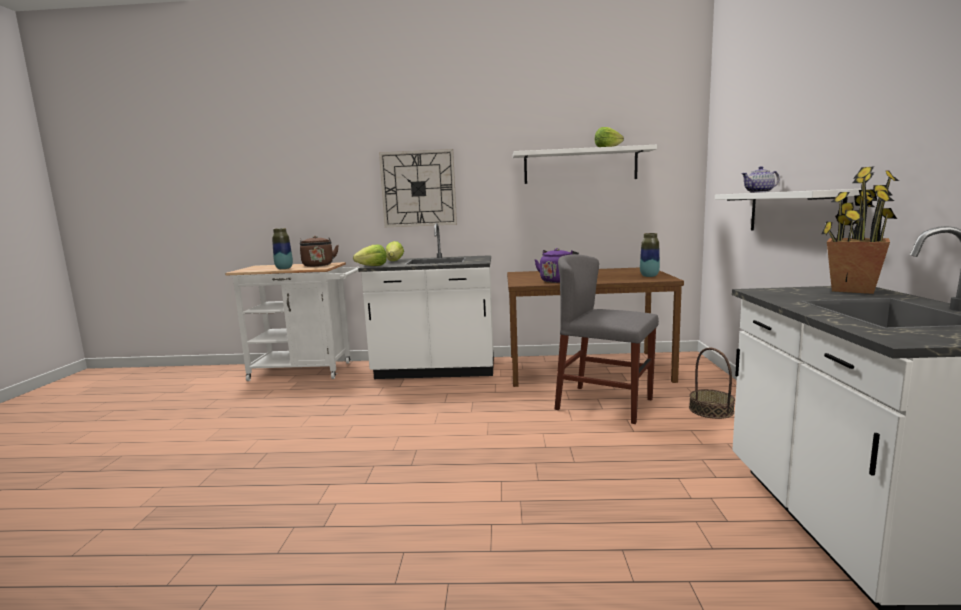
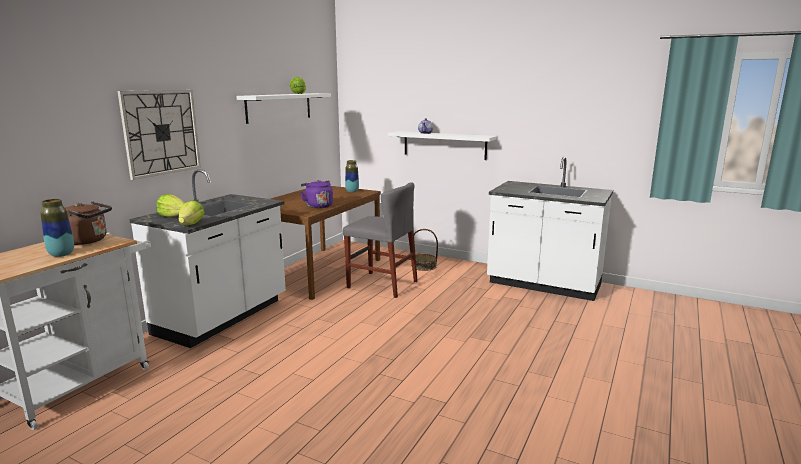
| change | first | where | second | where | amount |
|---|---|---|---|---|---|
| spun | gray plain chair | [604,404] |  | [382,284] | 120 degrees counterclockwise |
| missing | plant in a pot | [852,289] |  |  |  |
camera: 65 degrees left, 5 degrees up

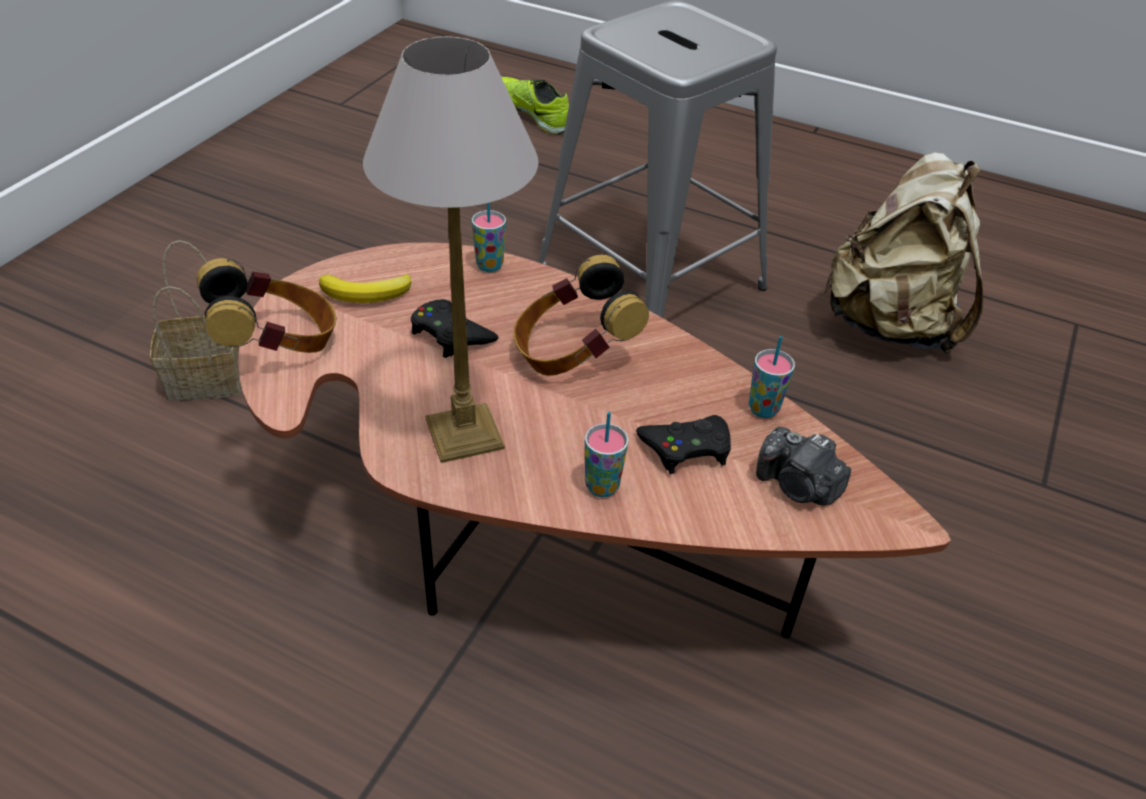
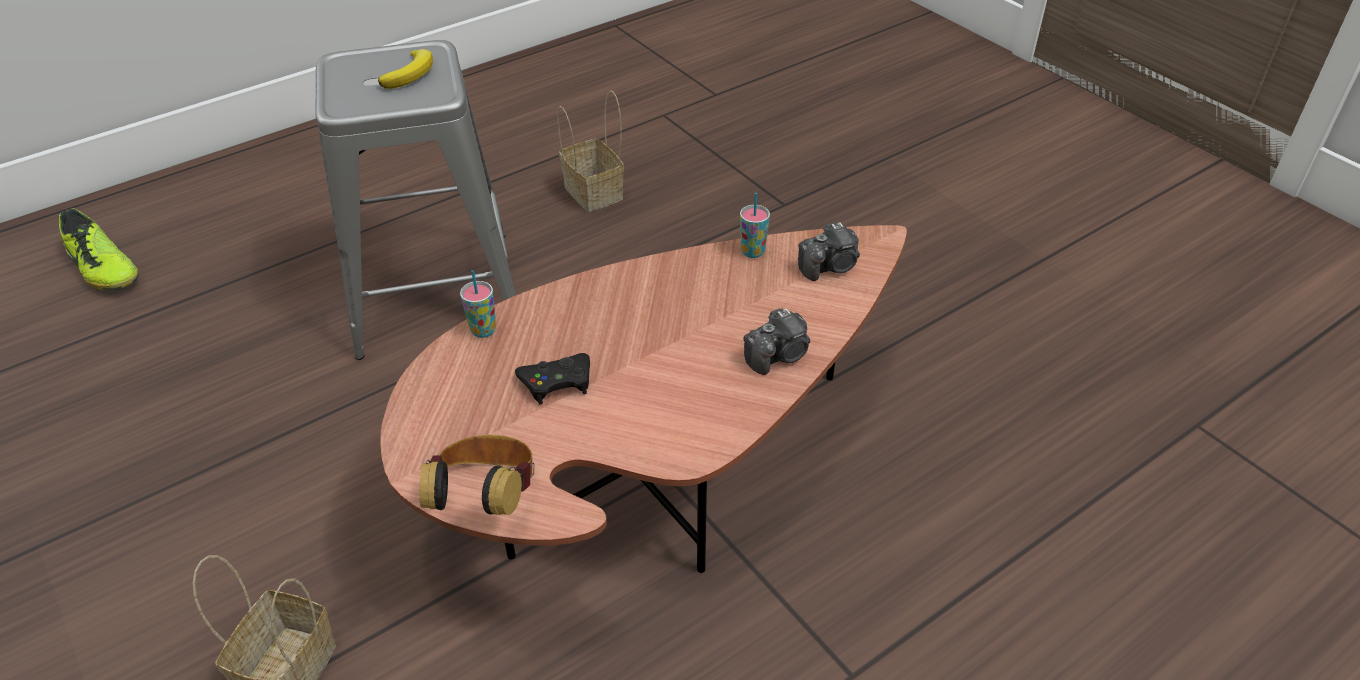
| change | first | where | second | where | amount |
|---|---|---|---|---|---|
| spun | low shoe | [531,113] |  | [103,269] | 120 degrees counterclockwise |
| relocated | banana fruit | [367,293] |  | [411,73] |  |
| exchanged | sand-coloured knapsack | [890,324] | basket | [595,193] |  |
| exchanged | cup | [602,486] | still camera | [779,355] |  |
| missing | table lamp | [466,434] |  |  |  |
| missing | headphones | [572,354] |  |  |  |
| missing | black-coloured gamepad | [686,448] |  |  |  |
camera: 60 degrees left, 0 degrees up

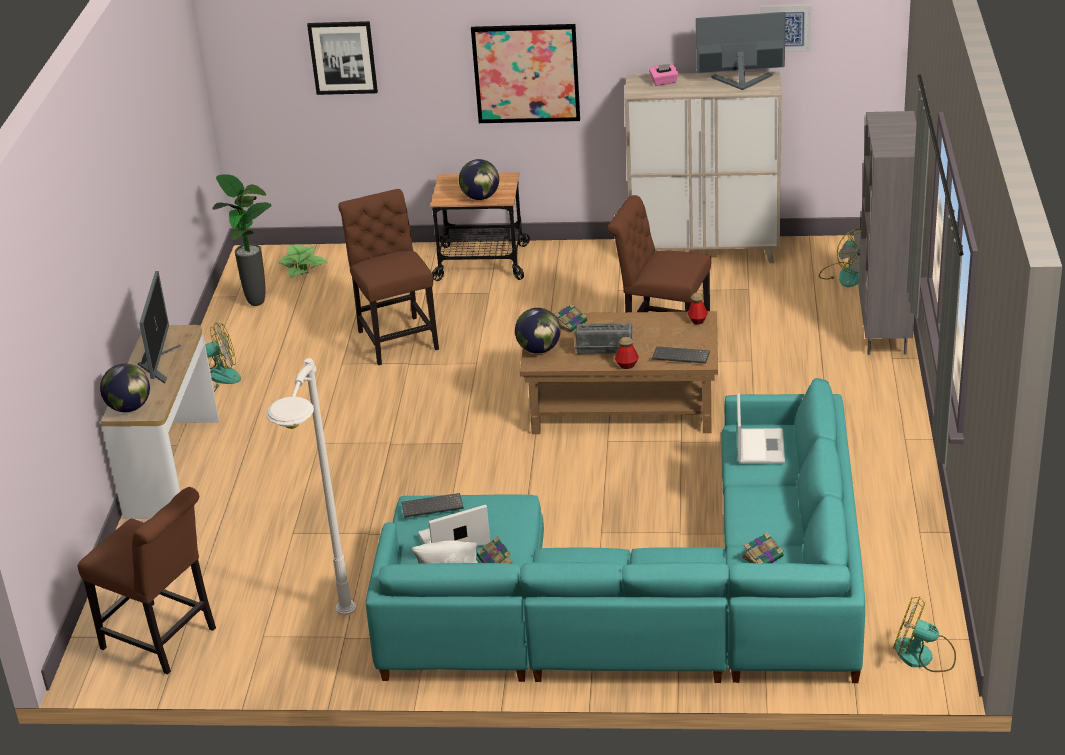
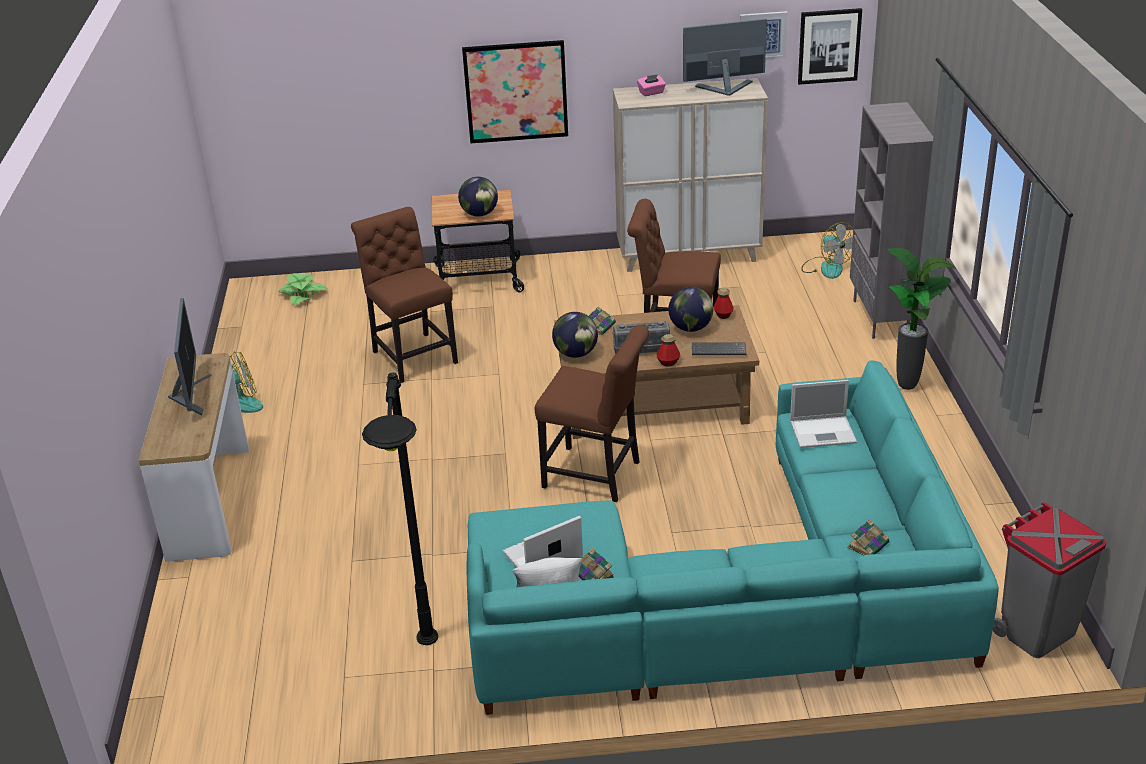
| change | first | where | second | where | amount |
|---|---|---|---|---|---|
| colour | white standing lamp | [335,652] | black-coloured standing lamp | [427,687] |  |
| relocated | brownish plain chair | [163,640] |  | [596,476] |  |
| relocated | desk globe | [129,408] |  | [690,328] |  |
| spun | laptop | [760,446] |  | [824,432] | 90 degrees clockwise |
| relocated | picture | [343,57] |  | [829,46] |  |
| relocated | plant in a pot | [256,302] |  | [906,386] |  |
| exchanged | fan | [923,656] | gray rubbish bin | [1036,631] |  |
| missing | PC keyboard | [431,508] |  |  |  |
camera: 10 degrees left, 0 degrees up

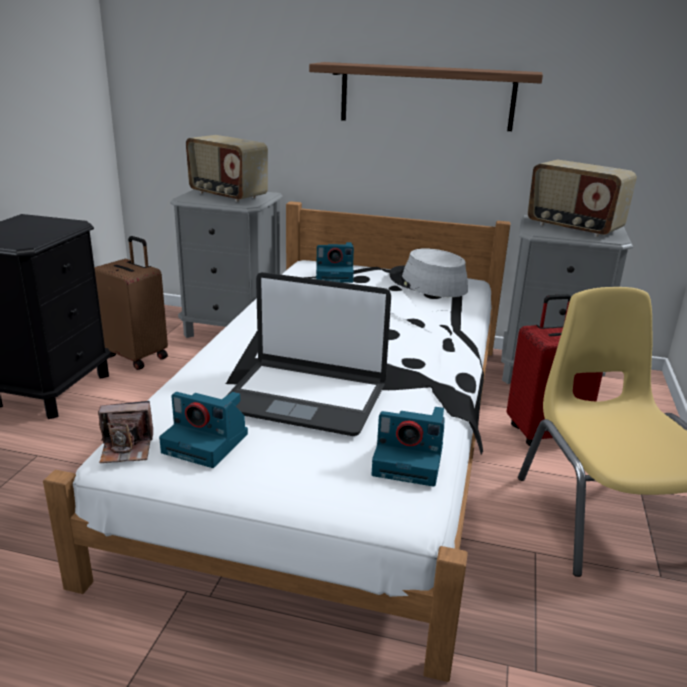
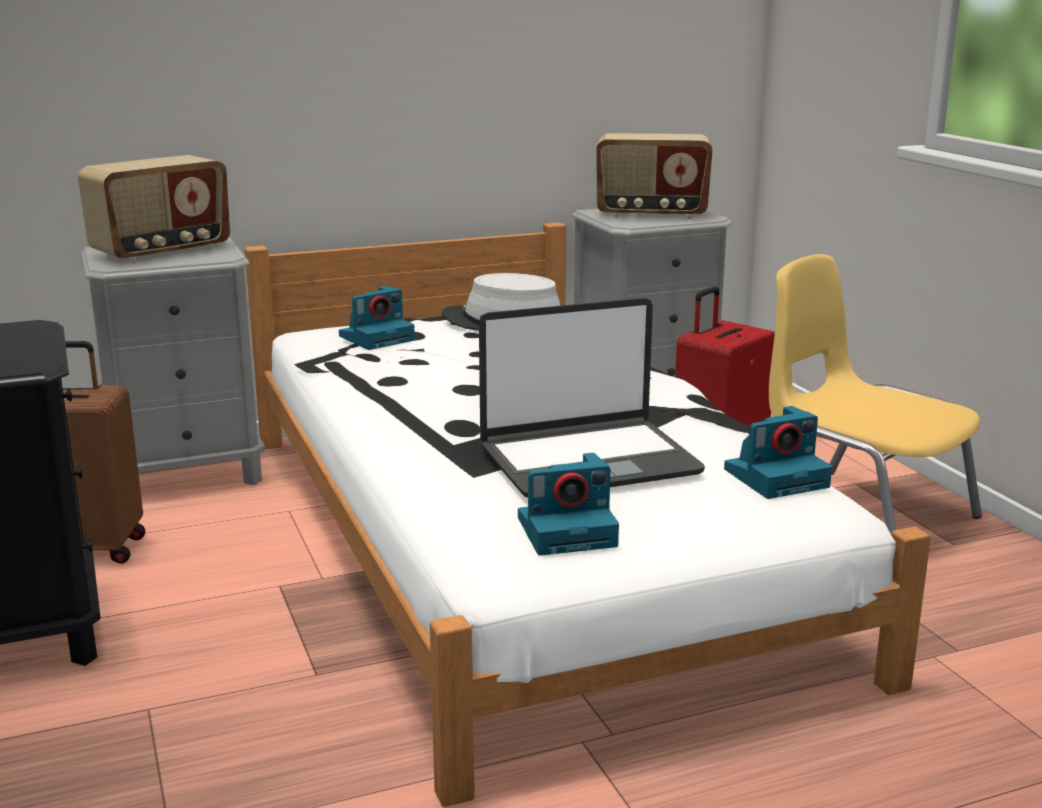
| change | first | where | second | where | amount |
|---|---|---|---|---|---|
| spun | radio set | [227,195] |  | [162,252] | 45 degrees counterclockwise |
| missing | still camera | [127,448] |  |  |  |
| missing | bracket shelf | [426,96] |  |  |  |
camera: 35 degrees left, 5 degrees down

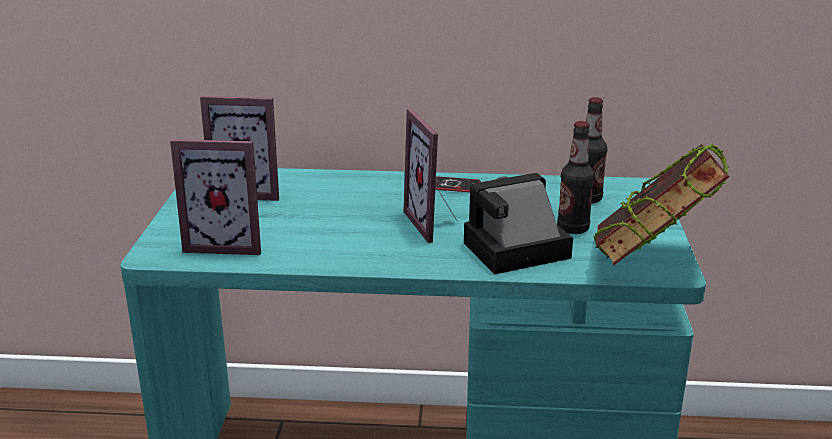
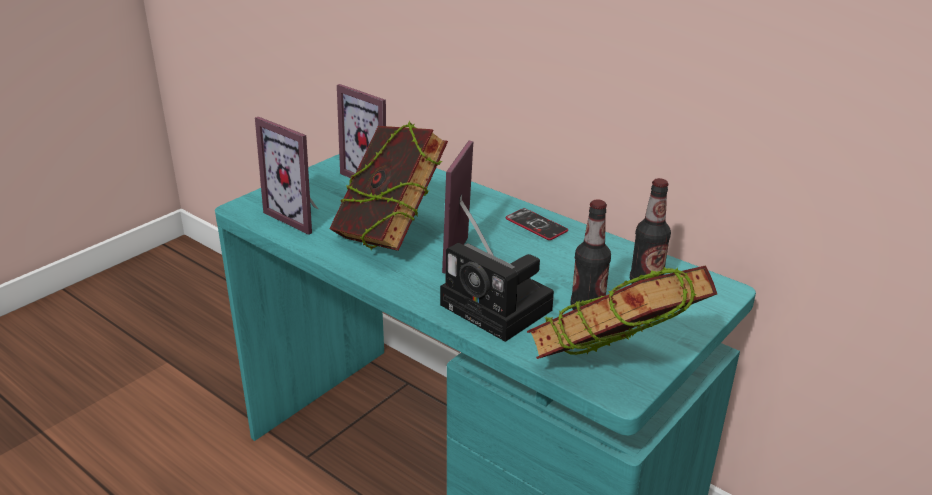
| change | first | where | second | where | amount |
|---|---|---|---|---|---|
| appeared |  |  | book | [389,237] |  |
| spun | still camera | [513,252] |  | [500,309] | 150 degrees counterclockwise |
camera: 35 degrees right, 5 degrees up

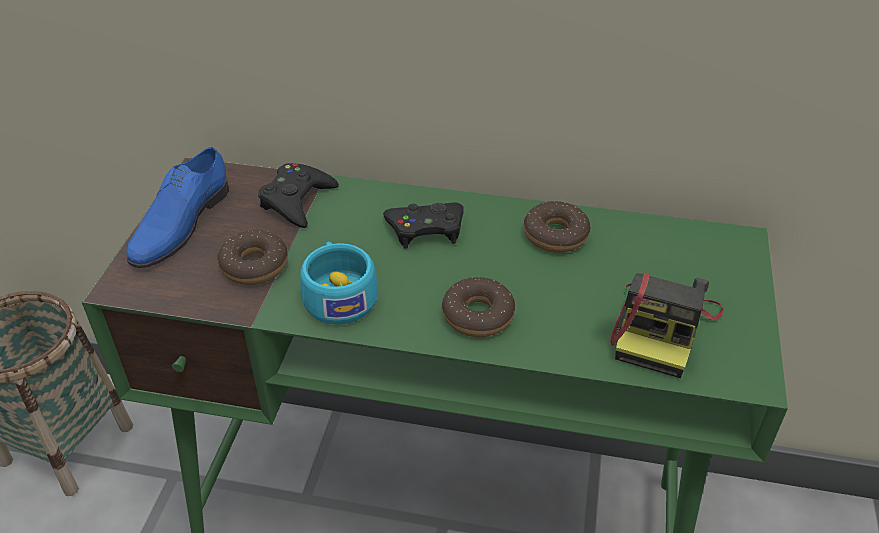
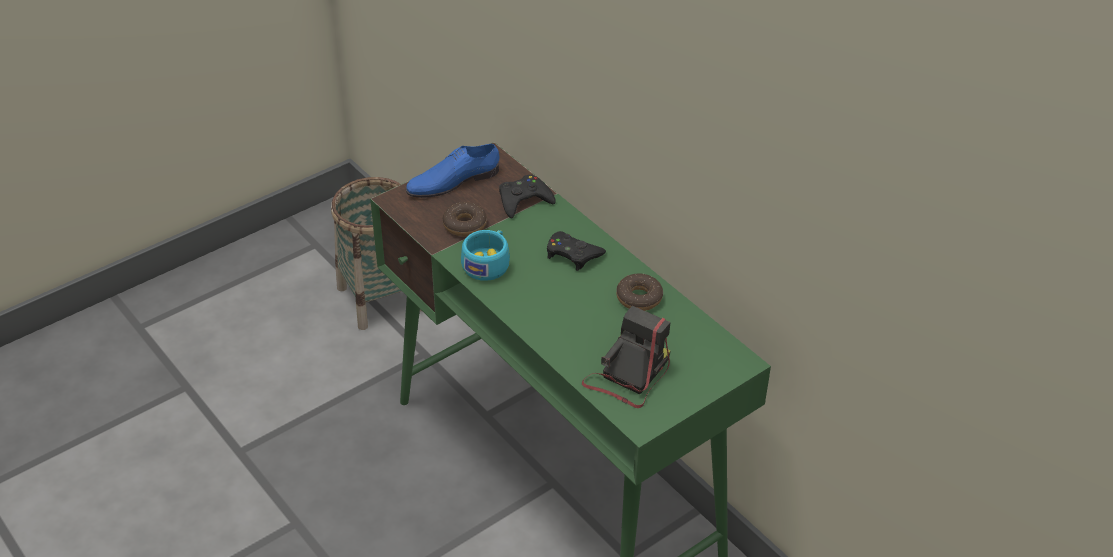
| change | first | where | second | where | amount |
|---|---|---|---|---|---|
| spun | still camera | [662,328] |  | [629,376] | 150 degrees clockwise |
| missing | doughnut | [478,315] |  |  |  |
camera: 40 degrees right, 0 degrees up

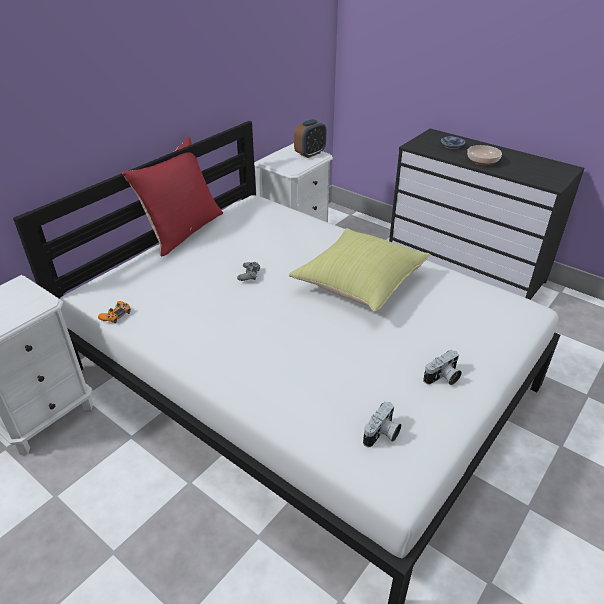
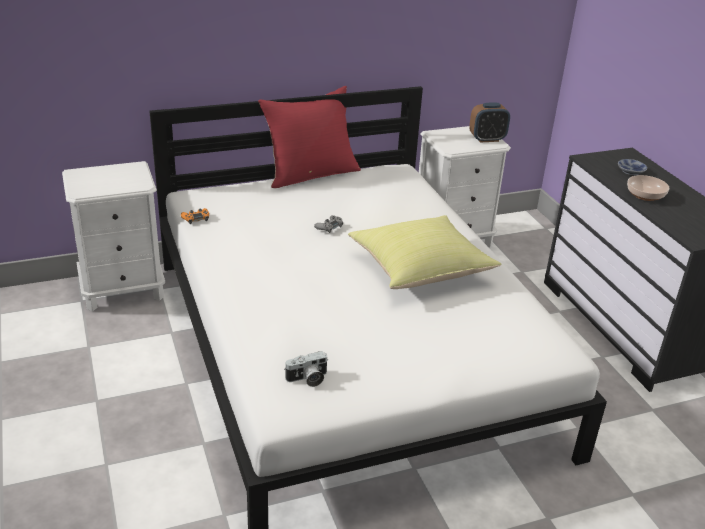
| change | first | where | second | where | amount |
|---|---|---|---|---|---|
| missing | still camera | [443,378] |  |  |  |
camera: 30 degrees right, 5 degrees down

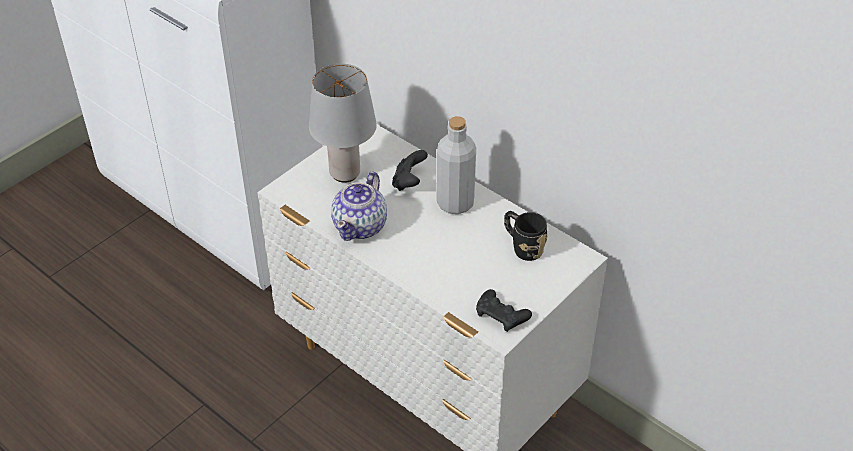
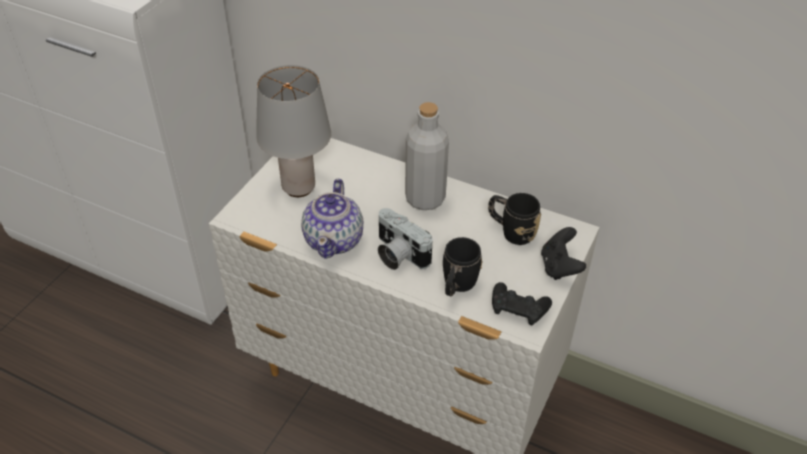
| change | first | where | second | where | amount |
|---|---|---|---|---|---|
| appeared |  |  | still camera | [398,254] |  |
| appeared |  |  | black-coloured mug | [457,286] |  |
| relocated | black-coloured gamepad | [409,182] |  | [559,267] |  |
camera: 15 degrees left, 0 degrees up

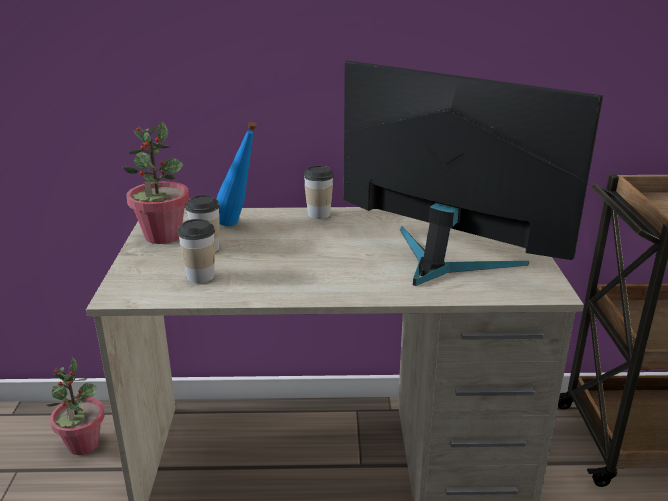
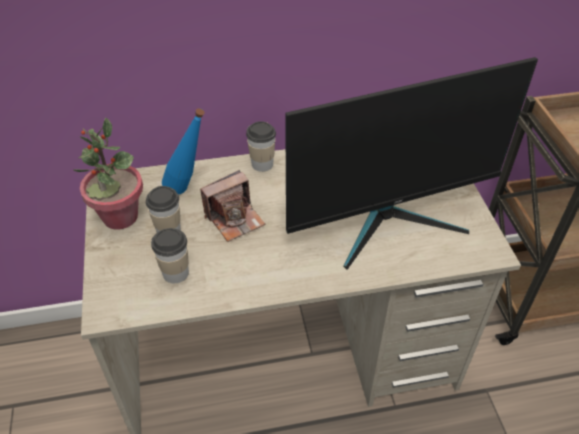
| change | first | where | second | where | amount |
|---|---|---|---|---|---|
| appeared |  |  | still camera | [234,218] |  |
| spun | computer screen | [441,261] |  | [390,221] | 135 degrees clockwise |
| missing | plant in a pot | [83,444] |  |  |  |
camera: 10 degrees left, 20 degrees up

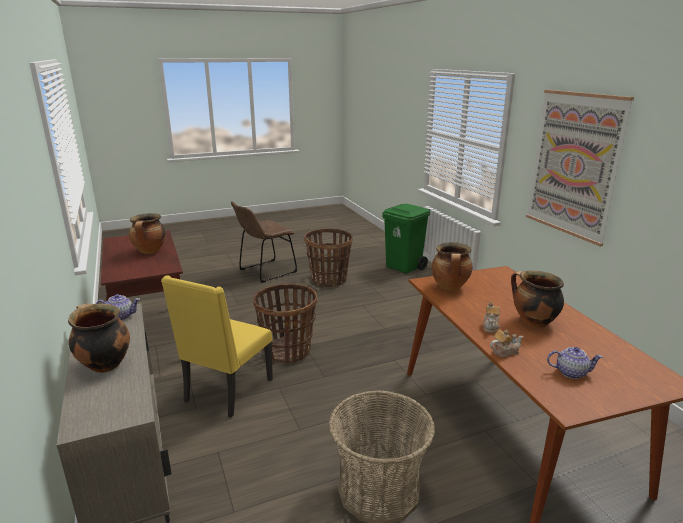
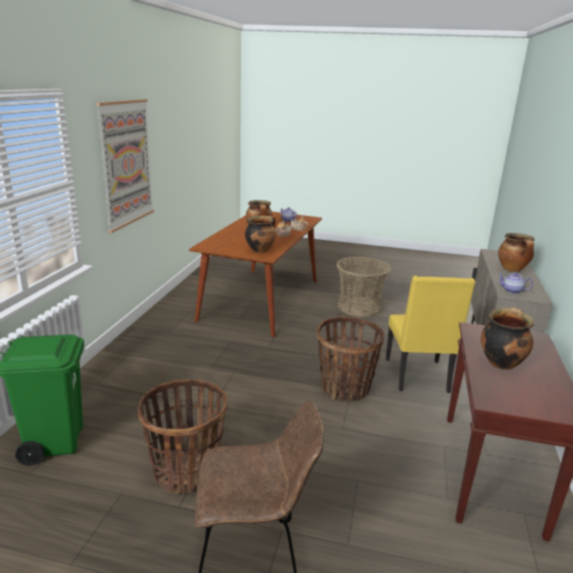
| change | first | where | second | where | amount |
|---|---|---|---|---|---|
| spun | yellow-coloured plain chair | [227,391] |  | [418,376] | 120 degrees clockwise |
camera: 145 degrees left, 0 degrees up

